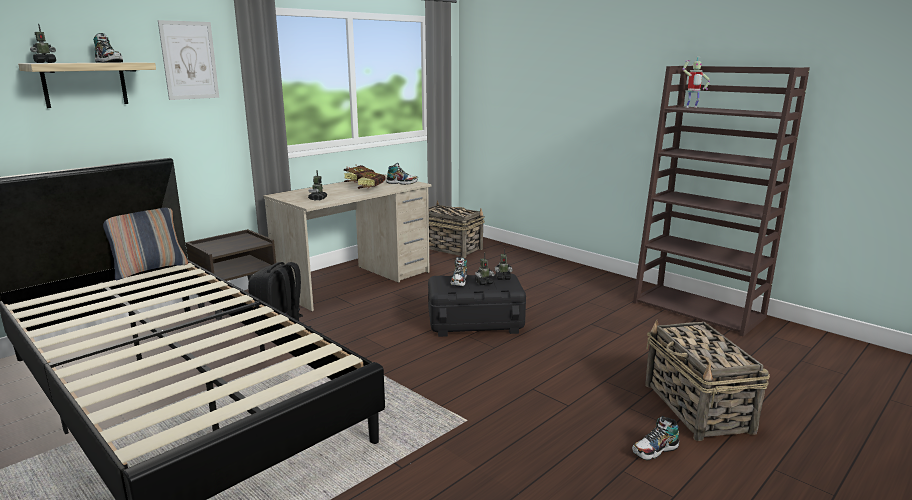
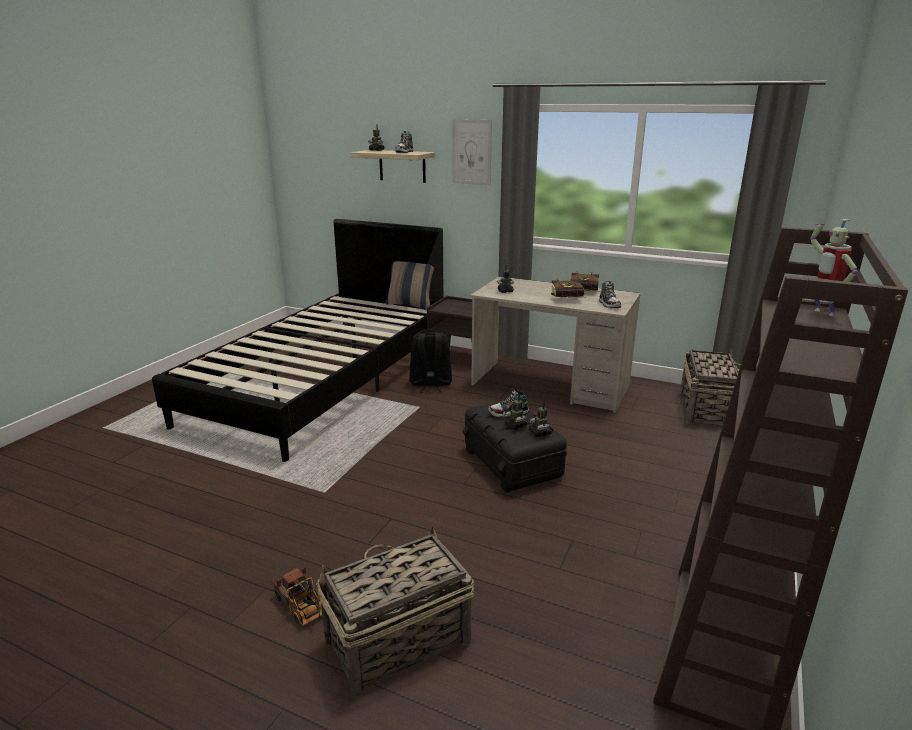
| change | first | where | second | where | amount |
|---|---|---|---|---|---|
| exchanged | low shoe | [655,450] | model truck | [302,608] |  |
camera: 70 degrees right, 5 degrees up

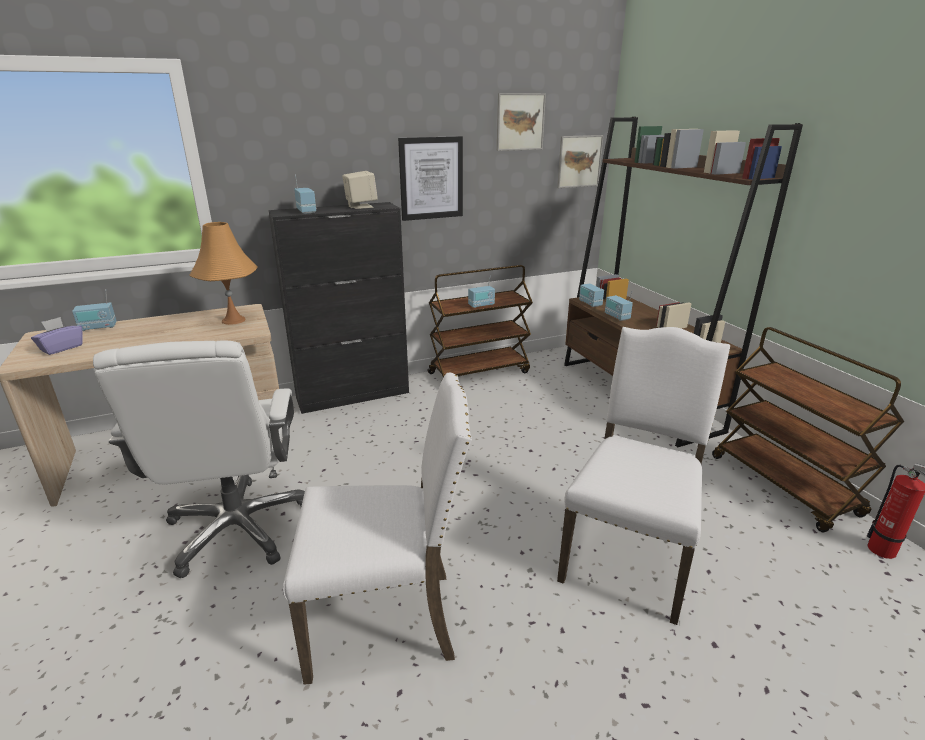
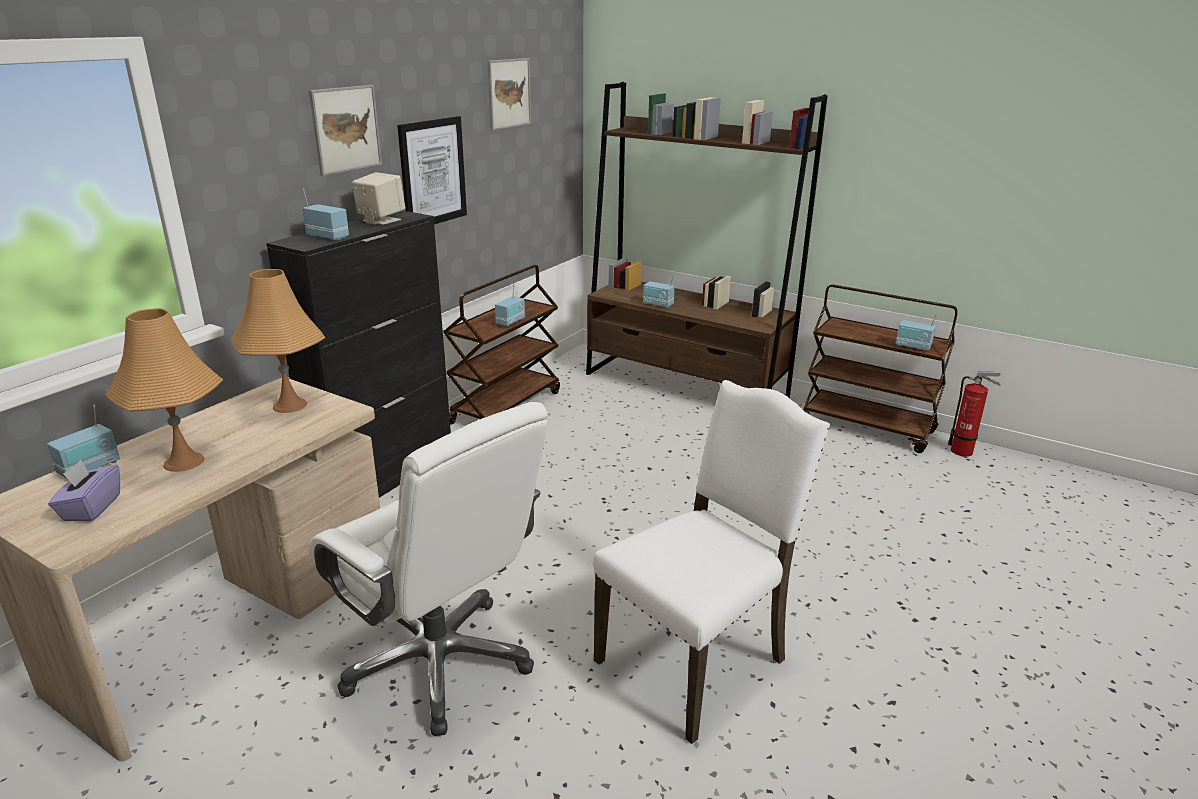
| change | first | where | second | where | amount |
|---|---|---|---|---|---|
| appeared |  |  | orange table lamp | [183,462] |  |
| relocated | picture | [579,161] |  | [346,129] |  |
| relocated | radio set | [590,303] |  | [913,346] |  |
| missing | white plain chair | [629,556] |  |  |  |
camera: 35 degrees left, 0 degrees up

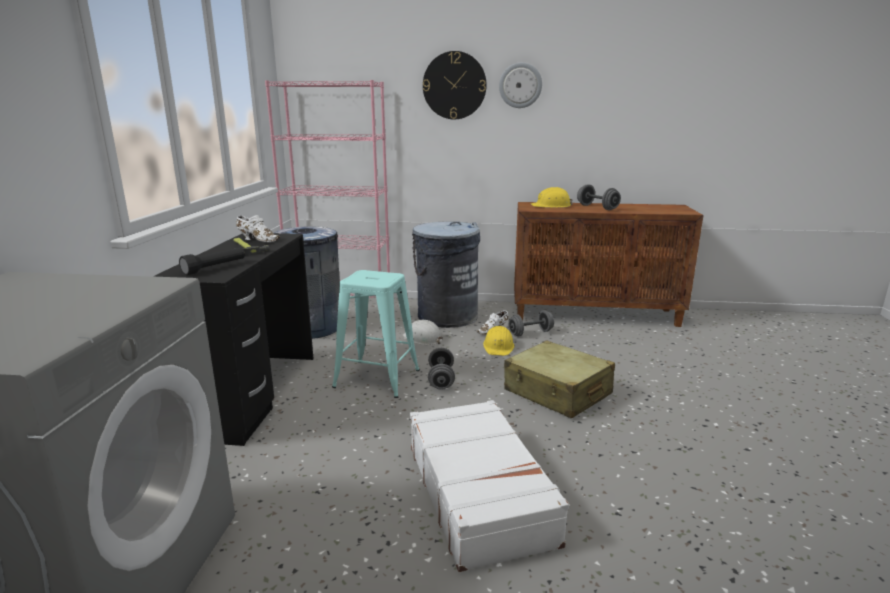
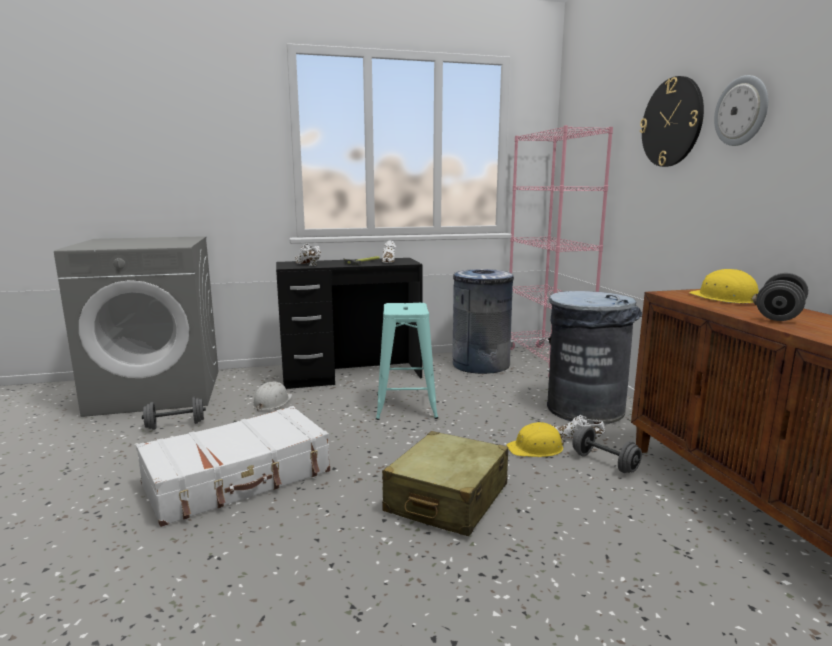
| change | first | where | second | where | amount |
|---|---|---|---|---|---|
| relocated | gray dumbbell | [441,379] |  | [175,425] |  |
| relocated | white work helmet | [423,338] |  | [272,402] |  |
| exchanged | black-coloured flashlight | [215,268] | white low shoe | [308,264] |  |
camera: 70 degrees right, 5 degrees down

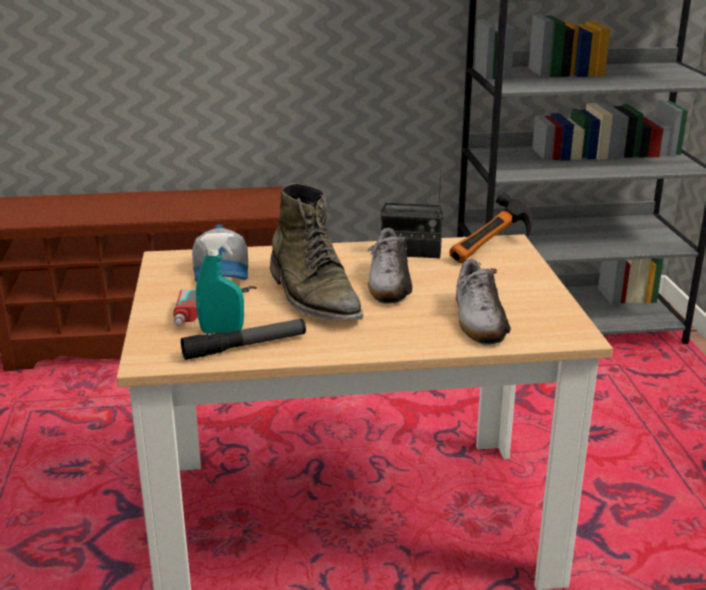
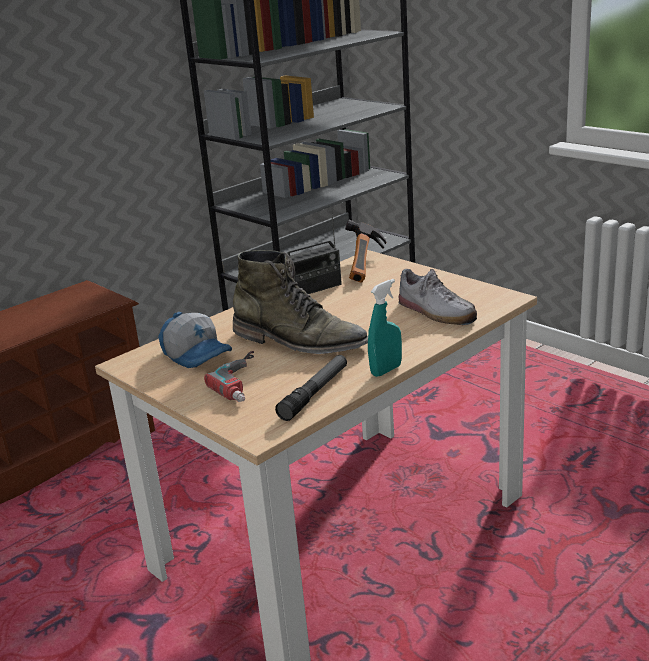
| change | first | where | second | where | amount |
|---|---|---|---|---|---|
| relocated | turquoise-coloured sprayer | [222,331] |  | [386,370] |  |
| missing | low shoe | [389,283] |  |  |  |
camera: 35 degrees left, 0 degrees up

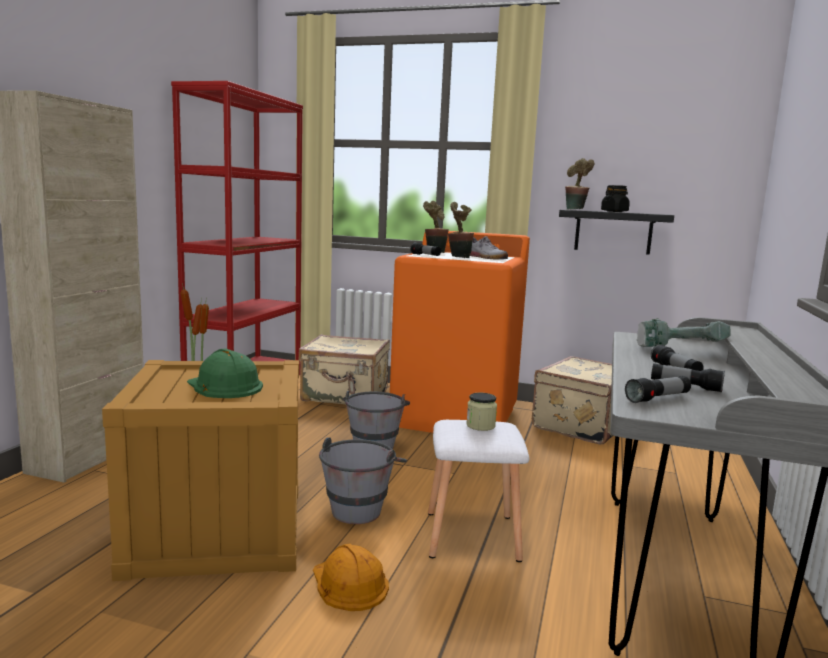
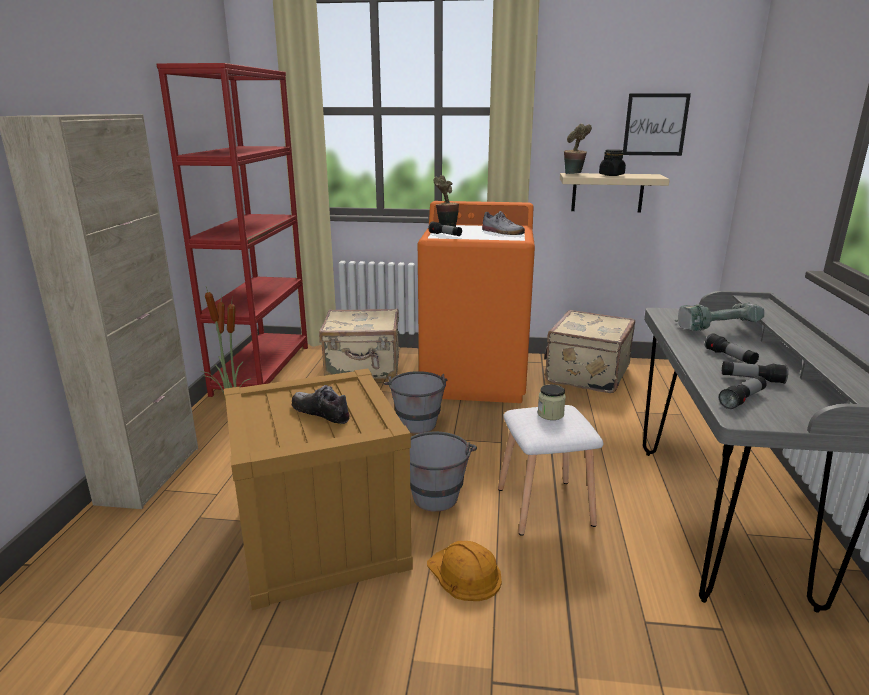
| change | first | where | second | where | amount |
|---|---|---|---|---|---|
| exchanged | green-coloured work helmet | [224,386] | low shoe | [320,413] |  |
| colour | black-coloured bracket shelf | [613,232] | sand-coloured bracket shelf | [607,192] |  |
| appeared |  |  | picture | [655,124] |  |
| missing | plant in a pot | [458,258] |  |  |  |
camera: 10 degrees left, 10 degrees up

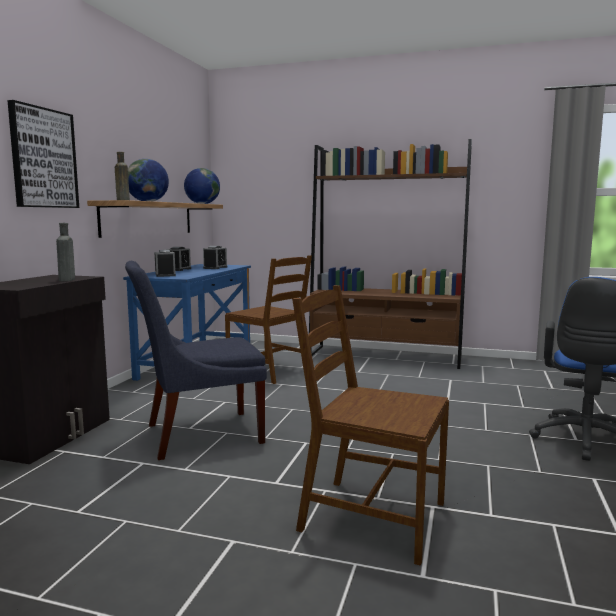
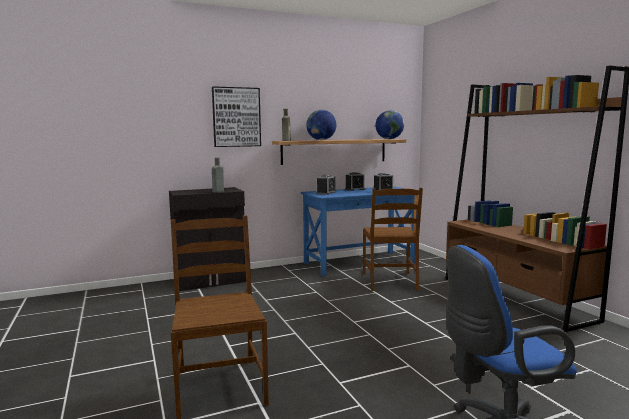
| change | first | where | second | where | amount |
|---|---|---|---|---|---|
| missing | bluish plain chair | [197,434] |  |  |  |
camera: 50 degrees right, 0 degrees up

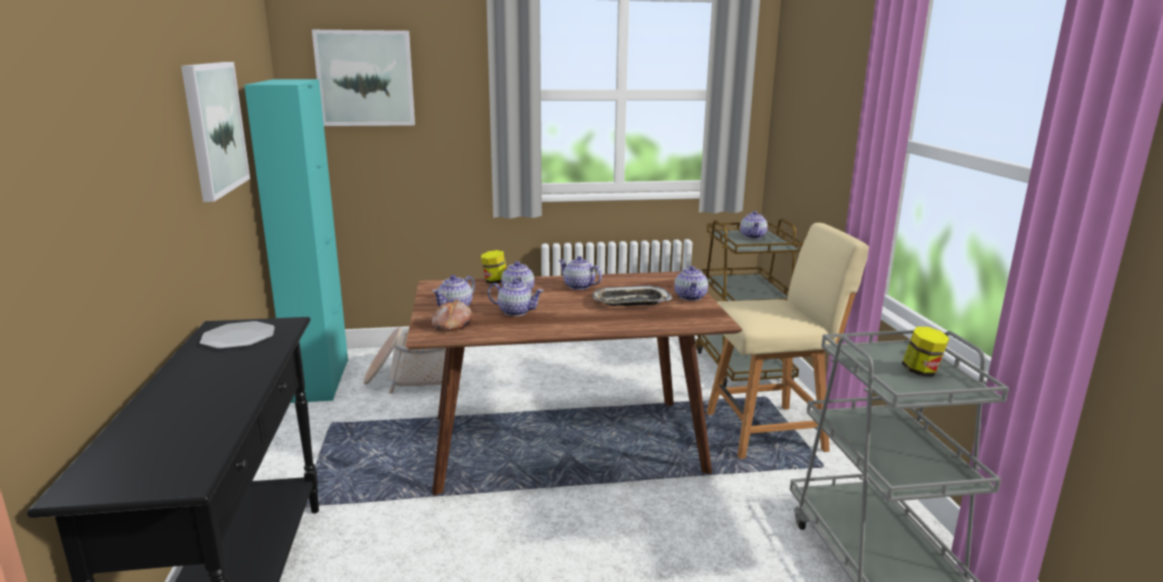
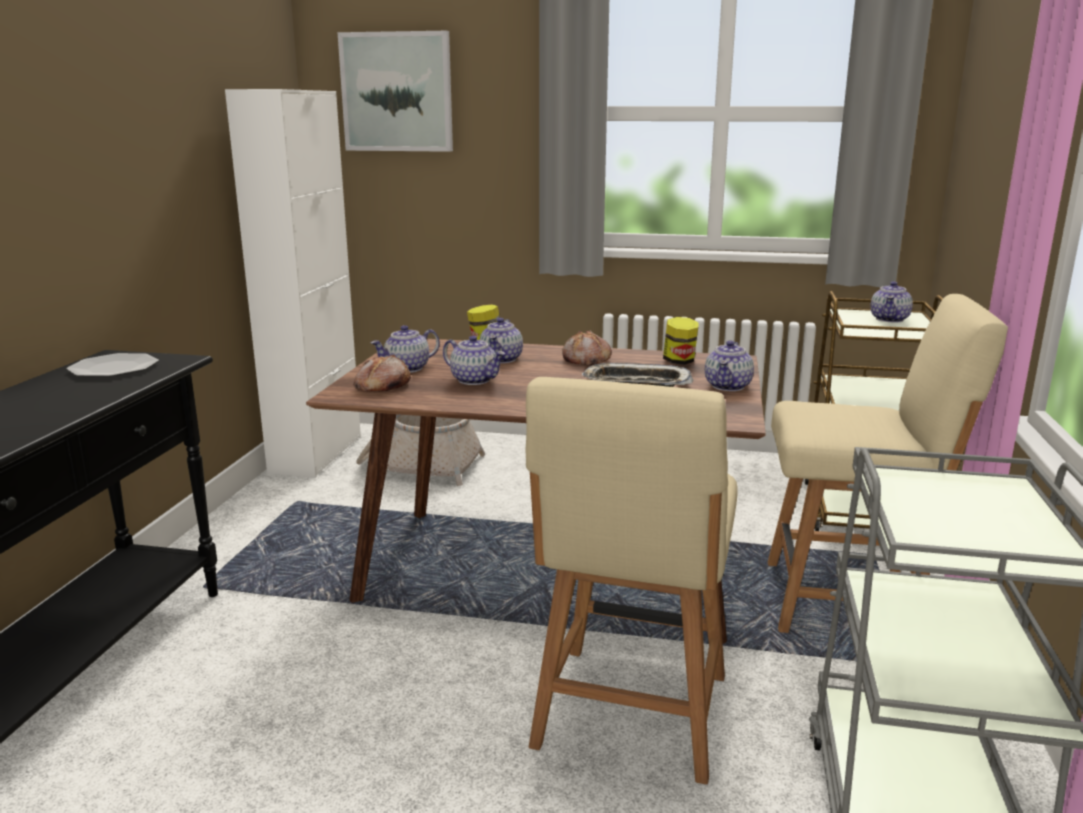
| change | first | where | second | where | amount |
|---|---|---|---|---|---|
| colour | turquoise-coloured cabinet | [319,380] | white cabinet | [316,454] |  |
| appeared |  |  | sand-coloured plain chair | [630,716] |  |
| exchanged | teapot | [578,286] | bread | [585,360] |  |
| relocated | preserve jar | [921,372] |  | [679,361] |  |
| missing | picture | [214,128] |  |  |  |
camera: 20 degrees right, 0 degrees up

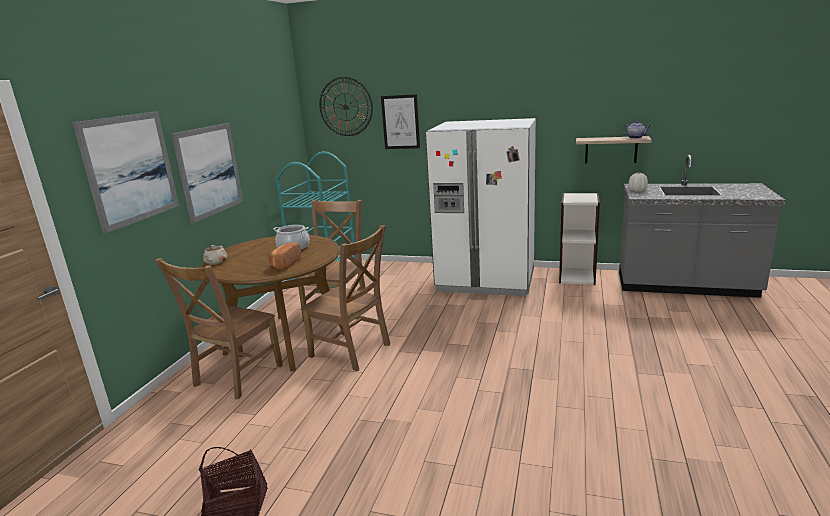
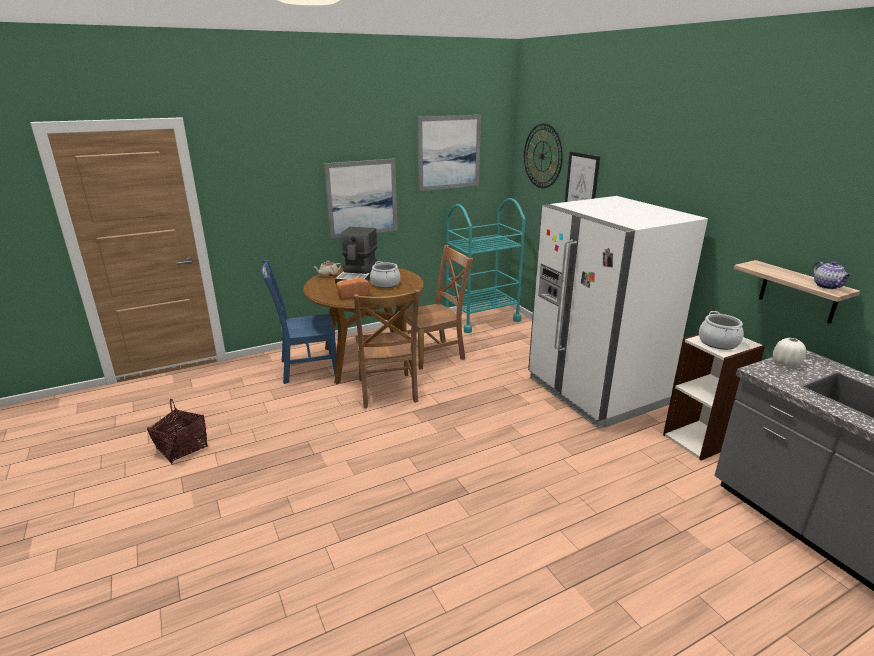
| change | first | where | second | where | amount |
|---|---|---|---|---|---|
| colour | brownish plain chair | [236,377] | bluish plain chair | [306,368] |  |
| appeared |  |  | coffee maker | [358,276] |  |
| relocated | picture | [130,169] |  | [449,152] |  |
| appeared |  |  | saucepot | [718,342] |  |
camera: 45 degrees right, 5 degrees up

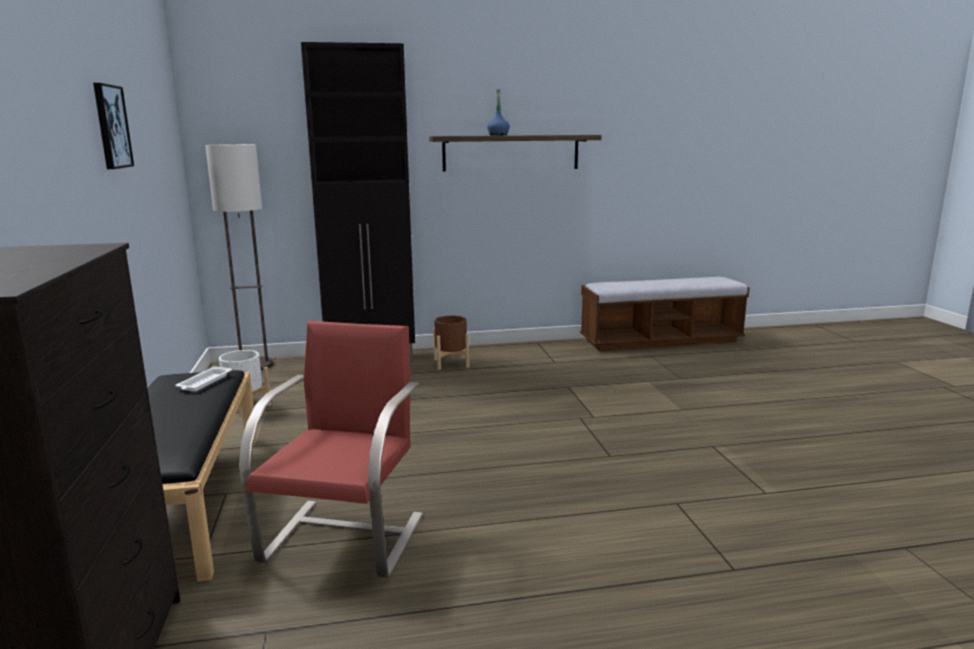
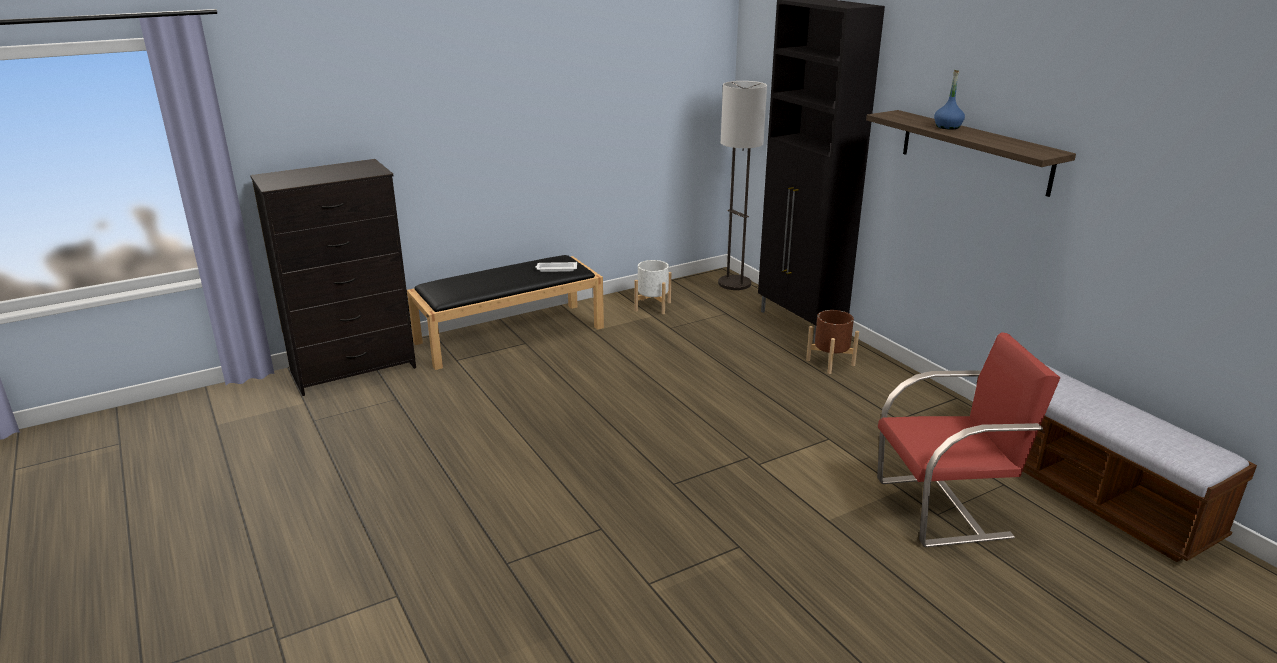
| change | first | where | second | where | amount |
|---|---|---|---|---|---|
| relocated | reddish plain chair | [346,536] |  | [945,508] |  |
| missing | picture | [111,127] |  |  |  |
camera: 70 degrees right, 10 degrees up

